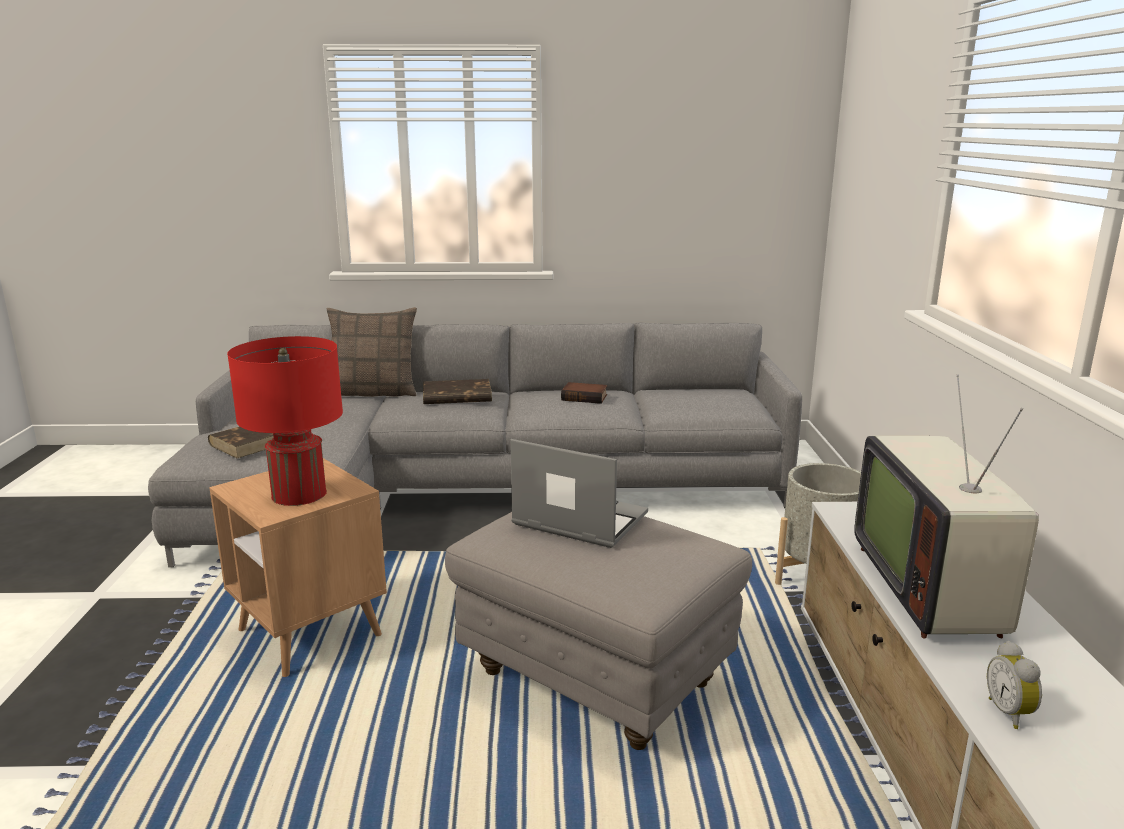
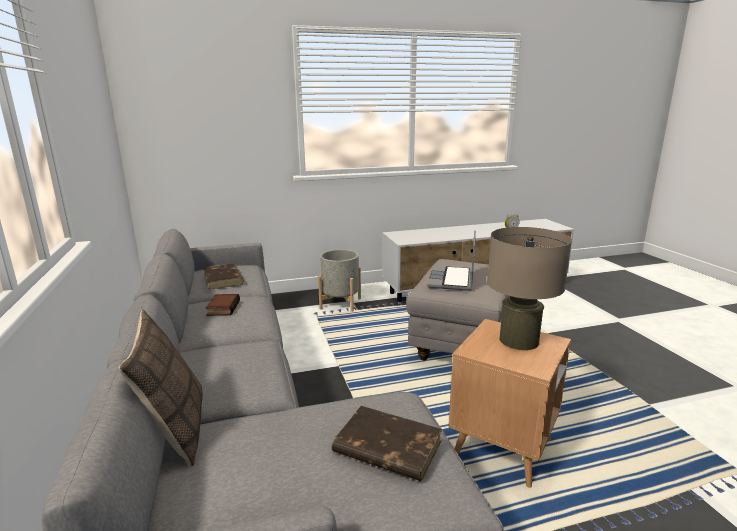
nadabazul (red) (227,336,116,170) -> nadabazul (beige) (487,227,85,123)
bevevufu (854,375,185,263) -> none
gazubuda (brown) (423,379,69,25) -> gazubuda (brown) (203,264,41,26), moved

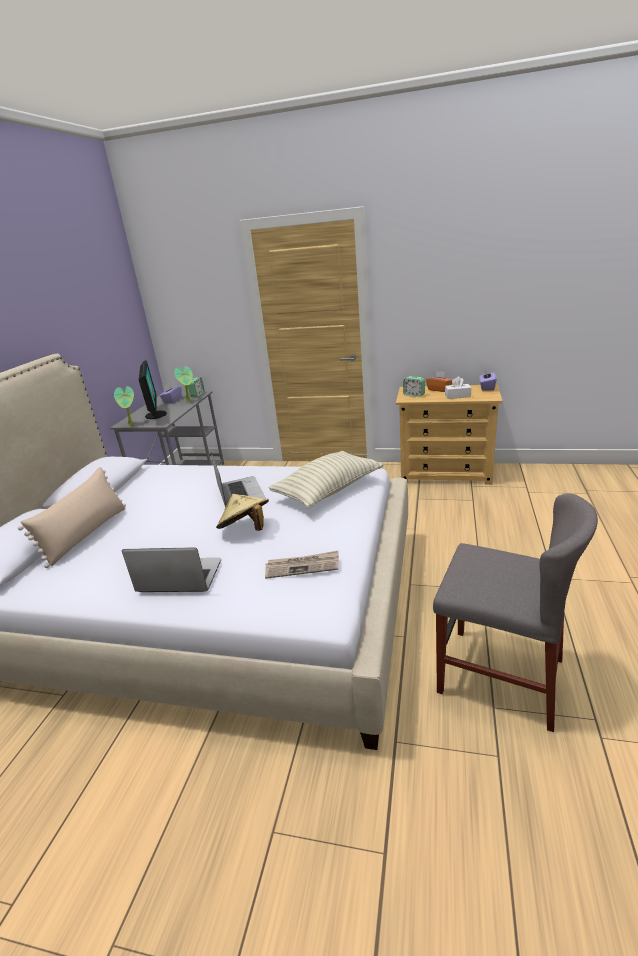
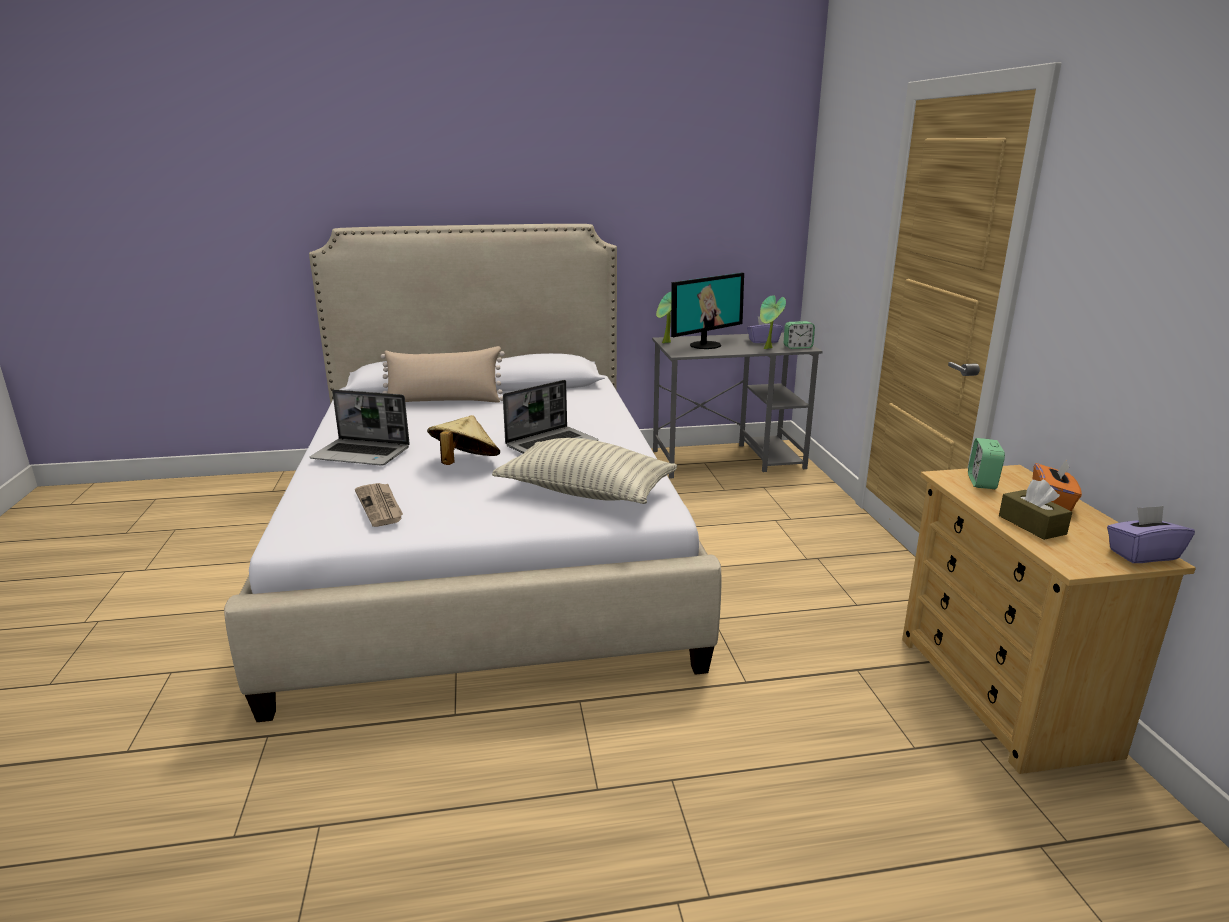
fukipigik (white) (445,377,26,22) -> fukipigik (brown) (999,479,73,61)
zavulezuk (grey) (433,493,165,239) -> none
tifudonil (122,547,99,45) -> tifudonil (310,390,100,75), 120 degrees clockwise

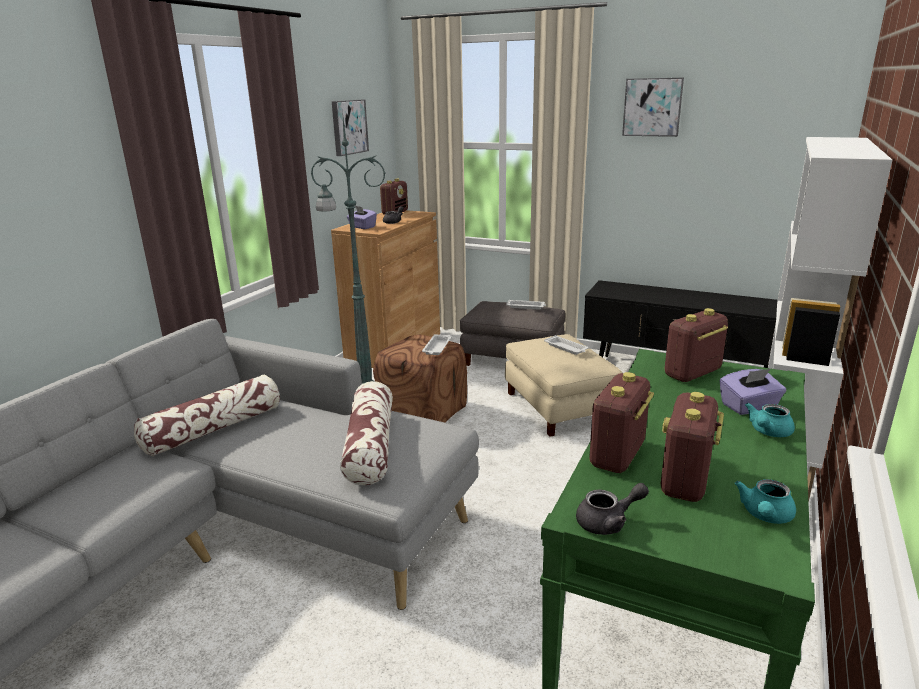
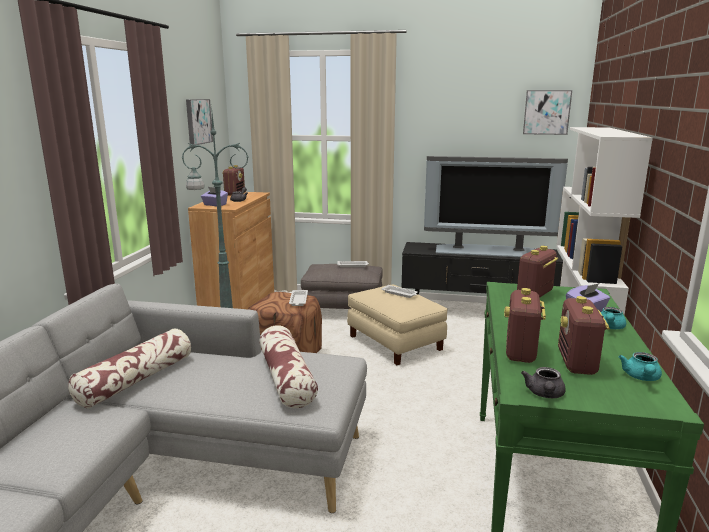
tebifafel (622,78,62,59) -> tebifafel (523,90,49,45), moved
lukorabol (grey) (576,483,73,52) -> lukorabol (grey) (521,367,45,31), 135 degrees clockwise
none -> bevevufu (424,156,144,101)

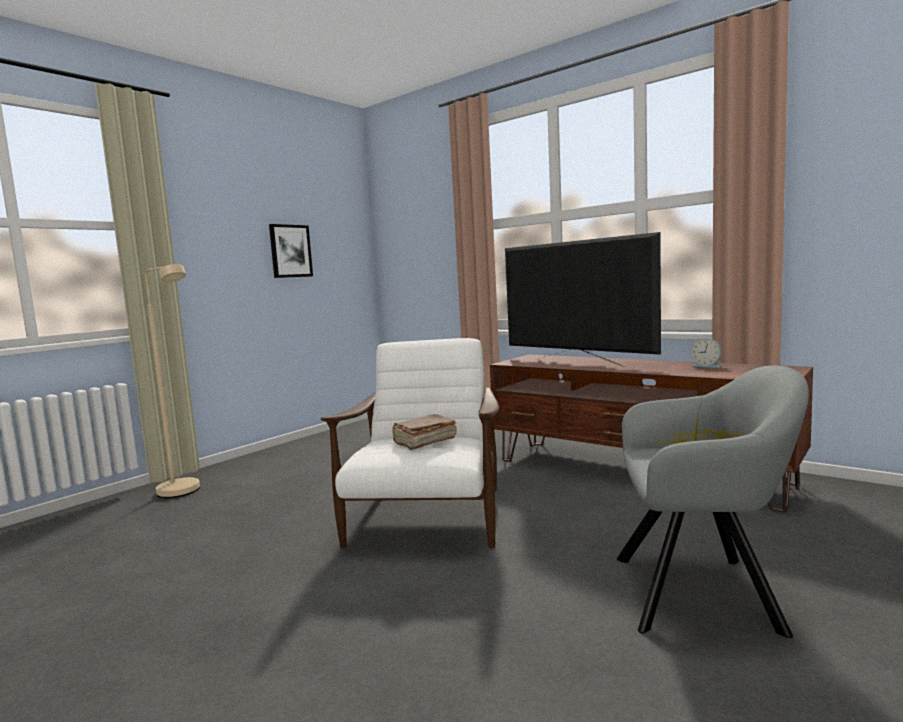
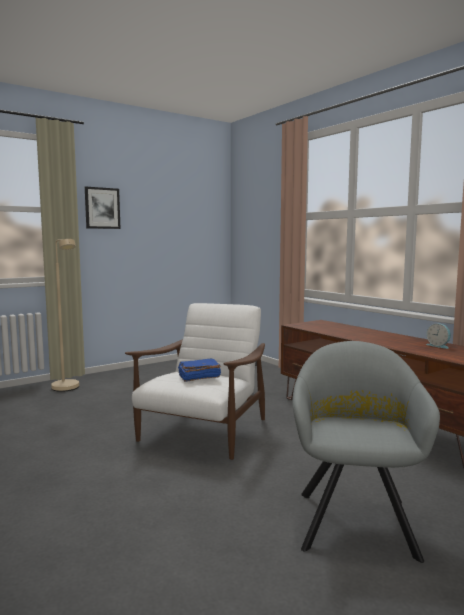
tebifafel (269,224,44,54) -> tebifafel (85,186,35,43), moved
bevevufu (505,232,156,135) -> none
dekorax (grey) (617,366,192,272) -> dekorax (grey) (293,341,147,222), 105 degrees counterclockwise
gazubuda (brown) (392,414,65,36) -> gazubuda (blue) (178,359,43,23)

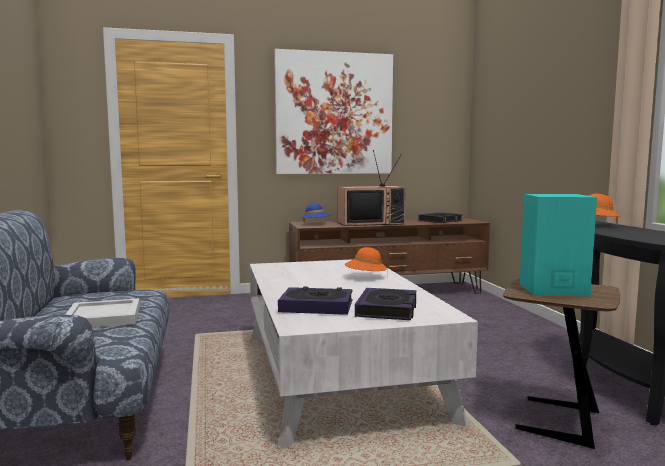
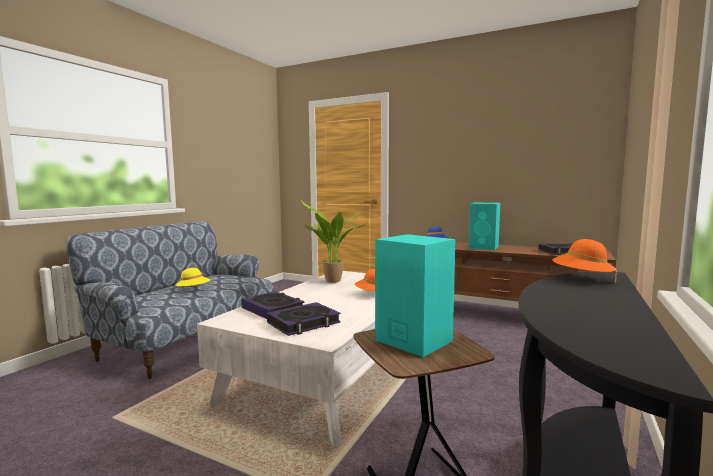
tebifafel (274,49,119,125) -> none
bevevufu (338,150,67,76) -> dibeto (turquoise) (469,203,31,47)
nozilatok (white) (65,298,75,30) -> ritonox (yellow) (175,268,35,21)
none -> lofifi (301,200,67,83)

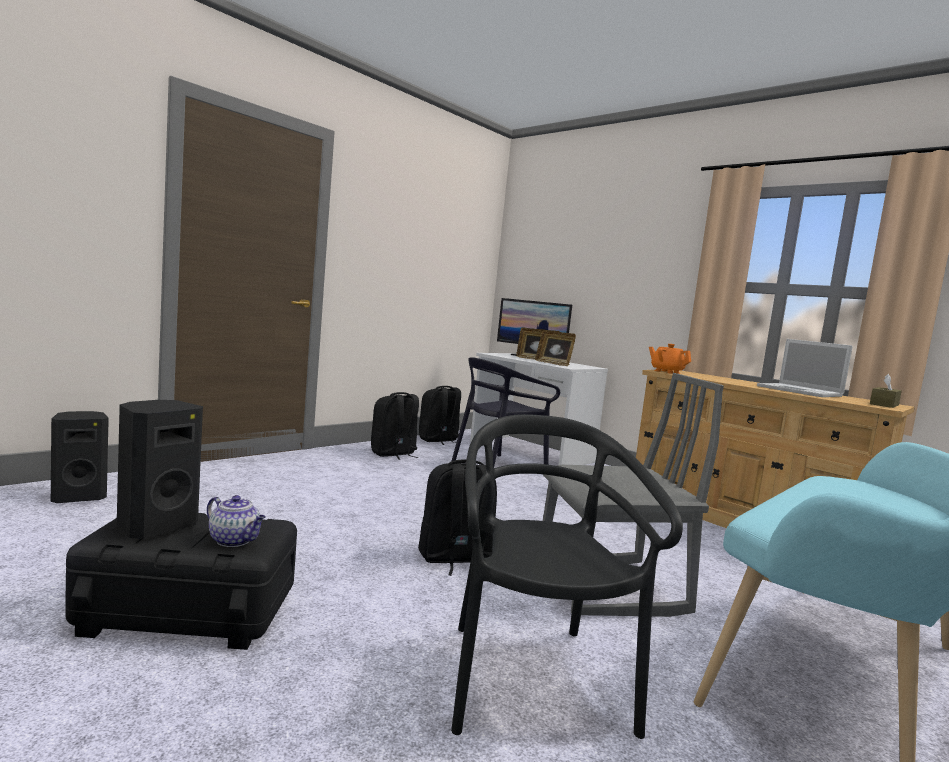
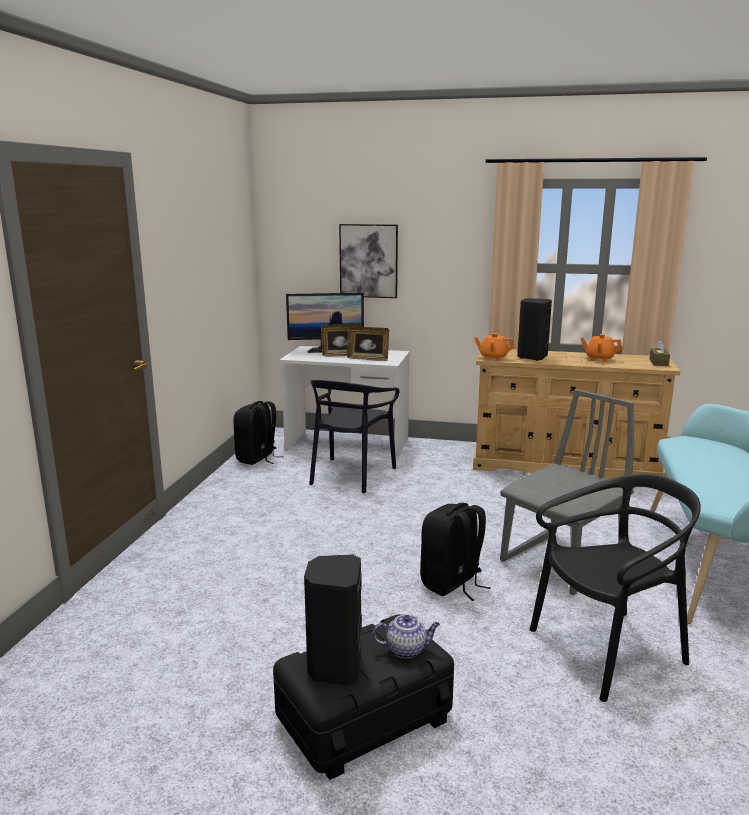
tifudonil (757,339,96,58) -> lukorabol (orange) (580,334,42,28)
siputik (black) (371,392,48,68) -> none
dibeto (black) (51,411,58,92) -> dibeto (black) (517,298,35,63), moved
zavulezuk (black) (451,414,232,325) -> zavulezuk (black) (529,474,172,228), 105 degrees clockwise
none -> tebifafel (339,224,59,74)

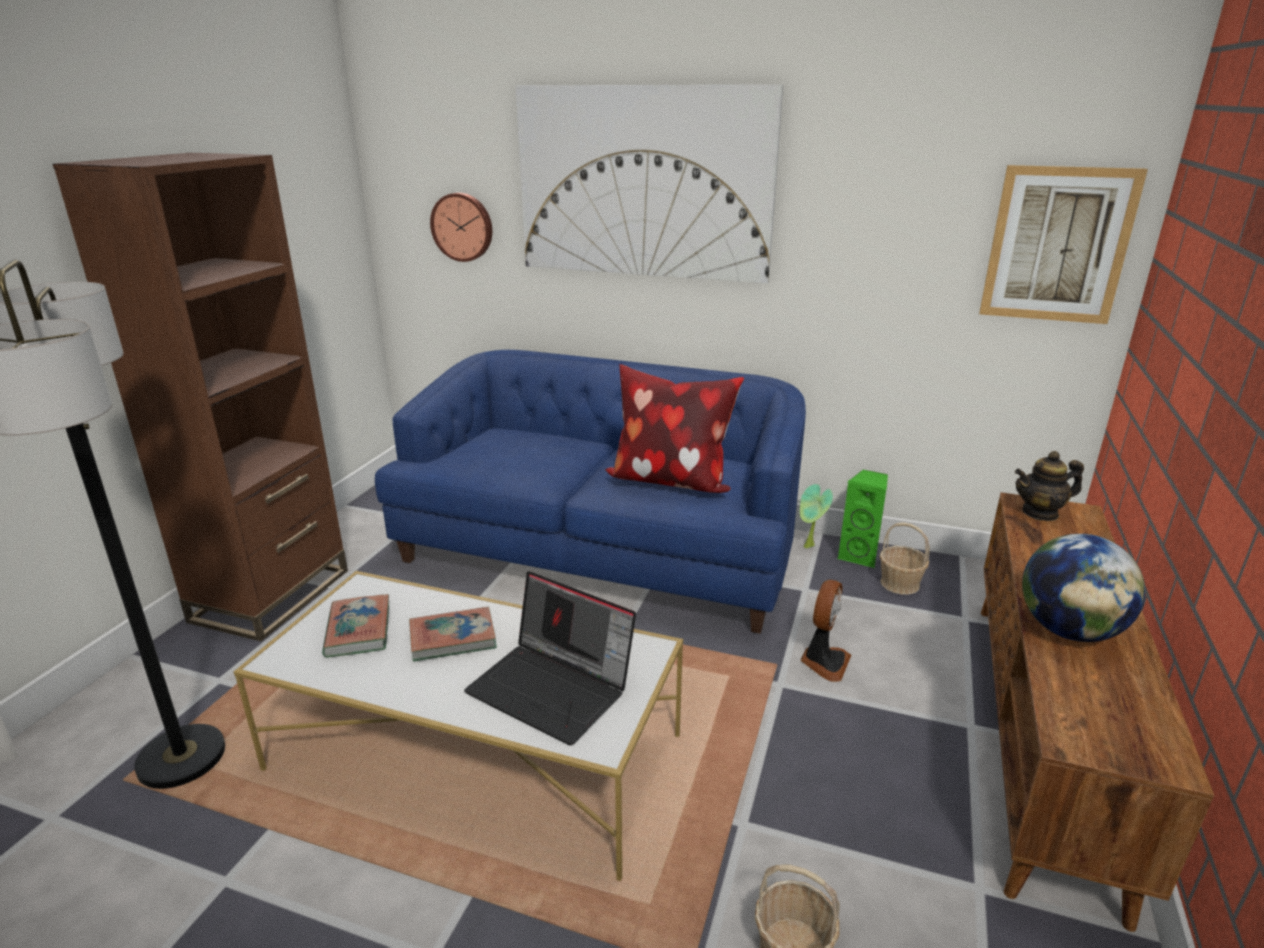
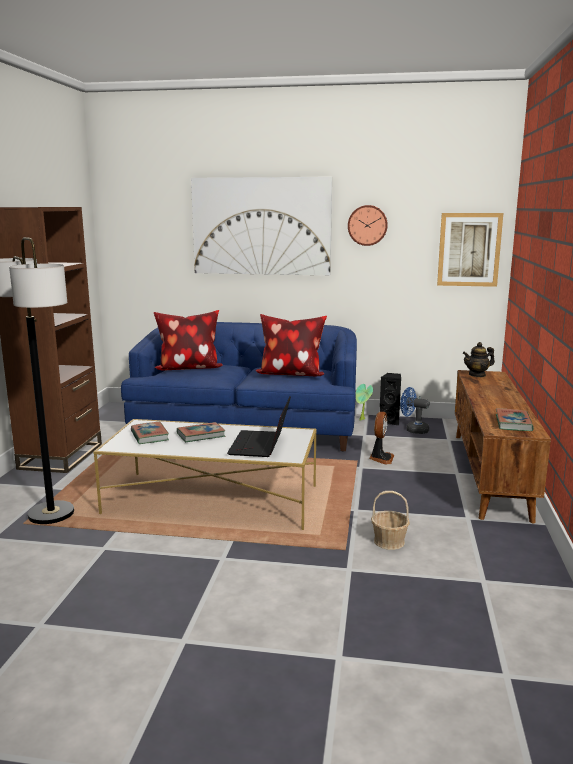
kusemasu (430,193,62,69) -> kusemasu (348,205,40,41), moved
dibeto (green) (838,469,50,99) -> dibeto (black) (379,373,22,52)
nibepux (880,522,50,73) -> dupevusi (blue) (400,387,30,47)
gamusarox (1022,534,123,108) -> none
tifudonil (464,571,172,174) -> tifudonil (227,396,64,61), 75 degrees clockwise
none -> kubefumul (154,310,69,60)
none -> gazubuda (496,408,38,23)

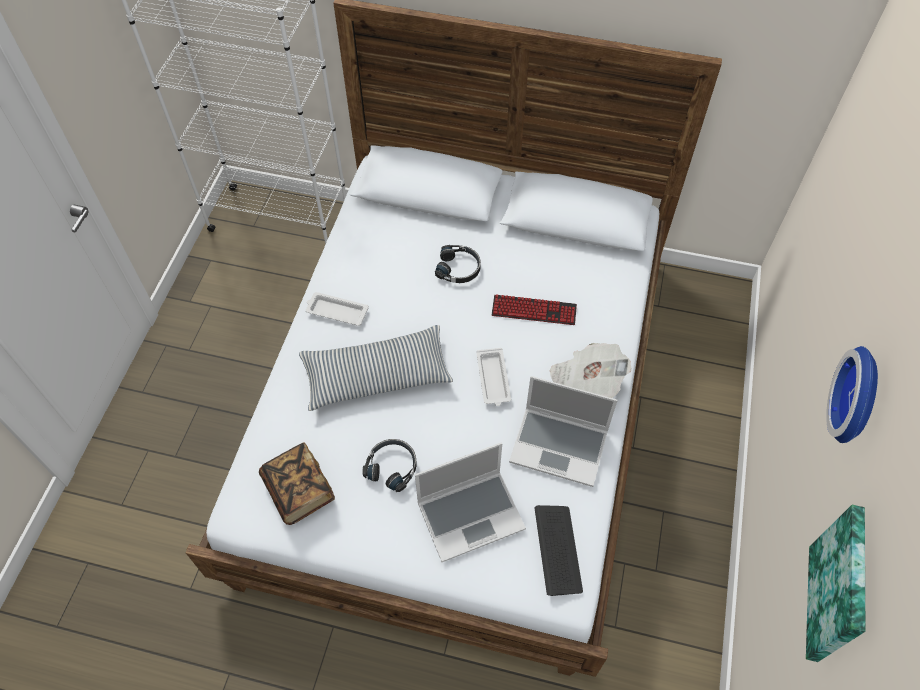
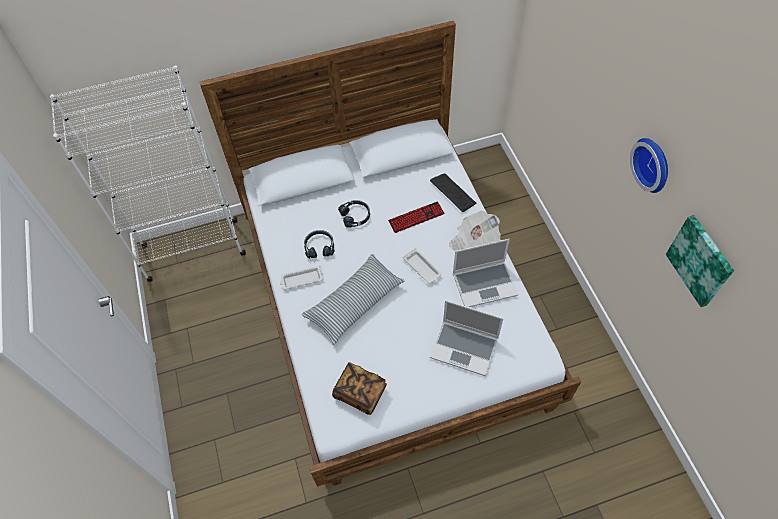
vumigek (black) (363,439,54,53) -> vumigek (black) (304,230,30,29), moved
tifudonil (415,442,111,120) -> tifudonil (430,300,73,76), 75 degrees clockwise
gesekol (535,505,48,91) -> gesekol (430,174,46,38), moved

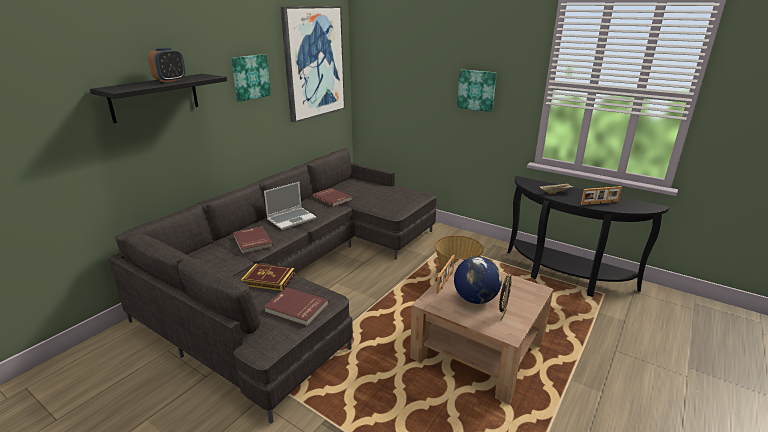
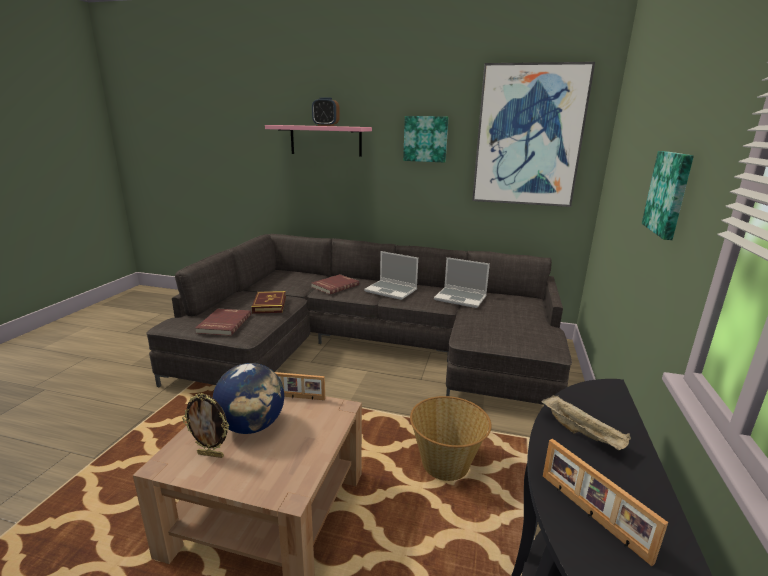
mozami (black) (90,74,137,49) -> mozami (pink) (265,125,107,32)
gazubuda (red) (312,188,40,19) -> tifudonil (434,257,56,51)

